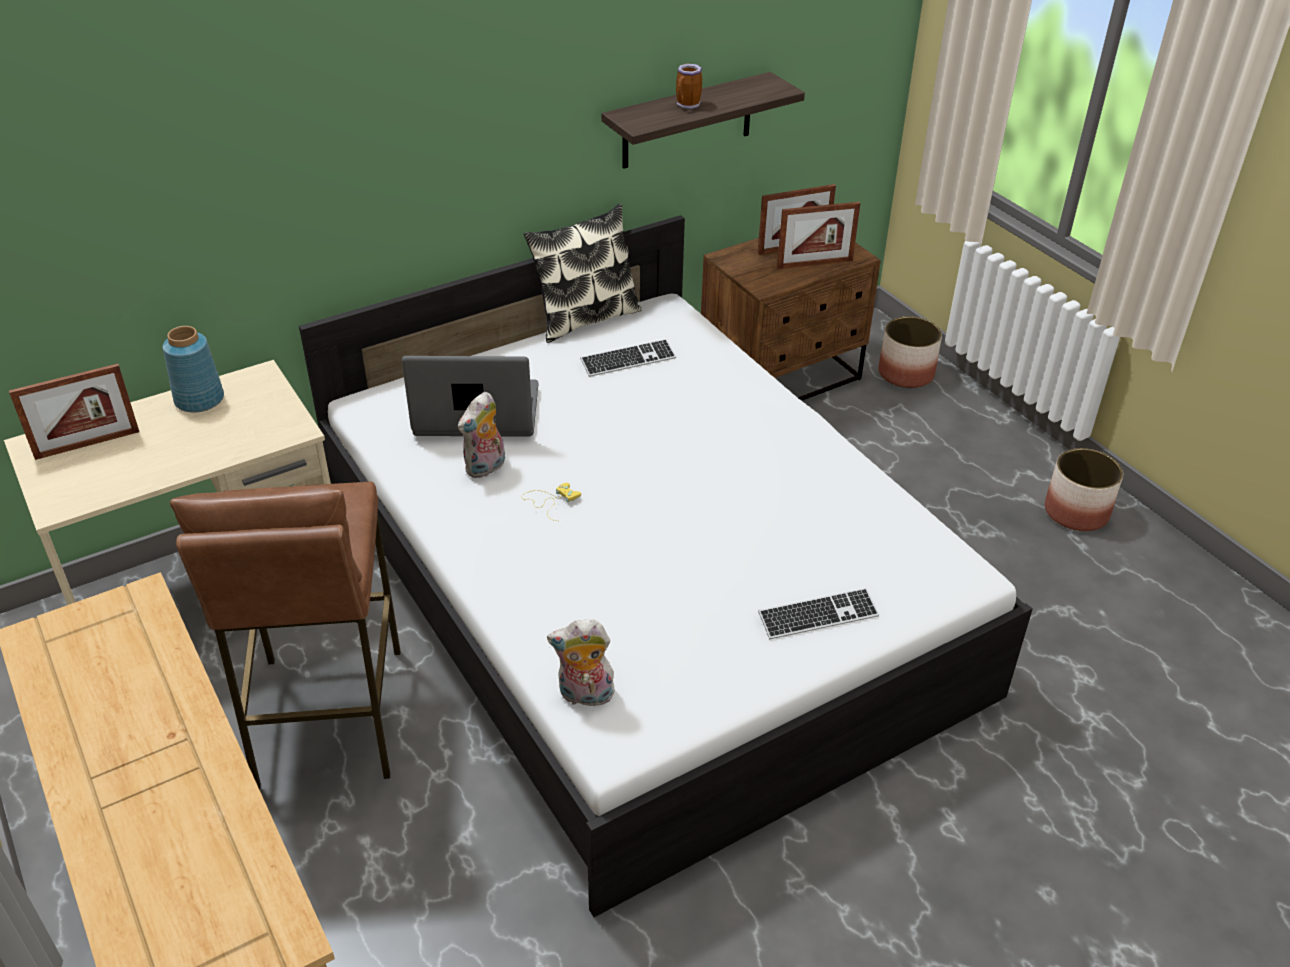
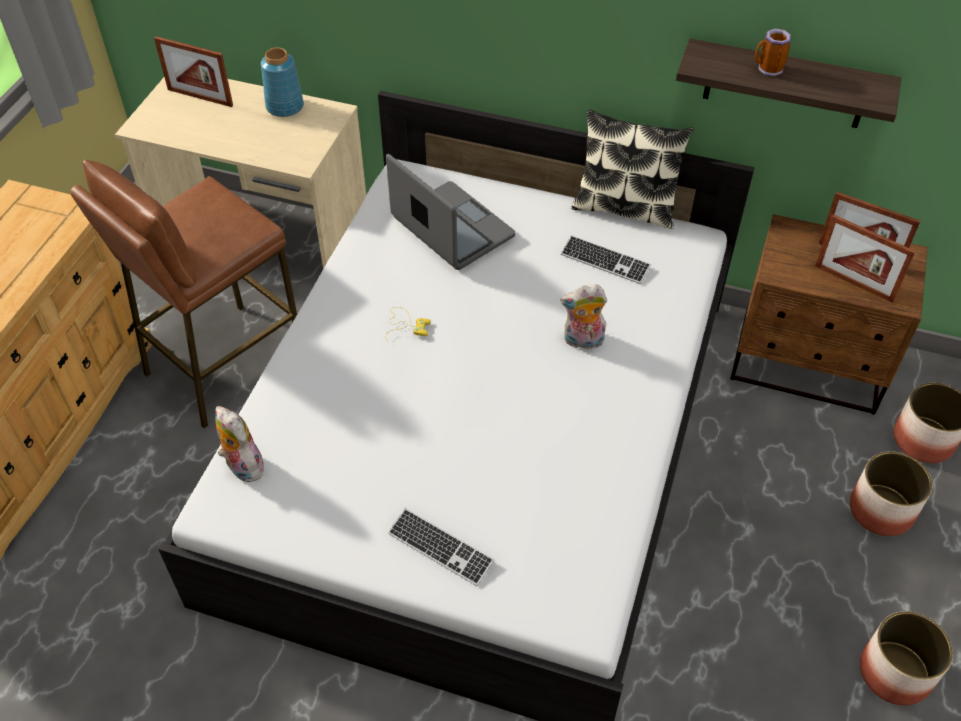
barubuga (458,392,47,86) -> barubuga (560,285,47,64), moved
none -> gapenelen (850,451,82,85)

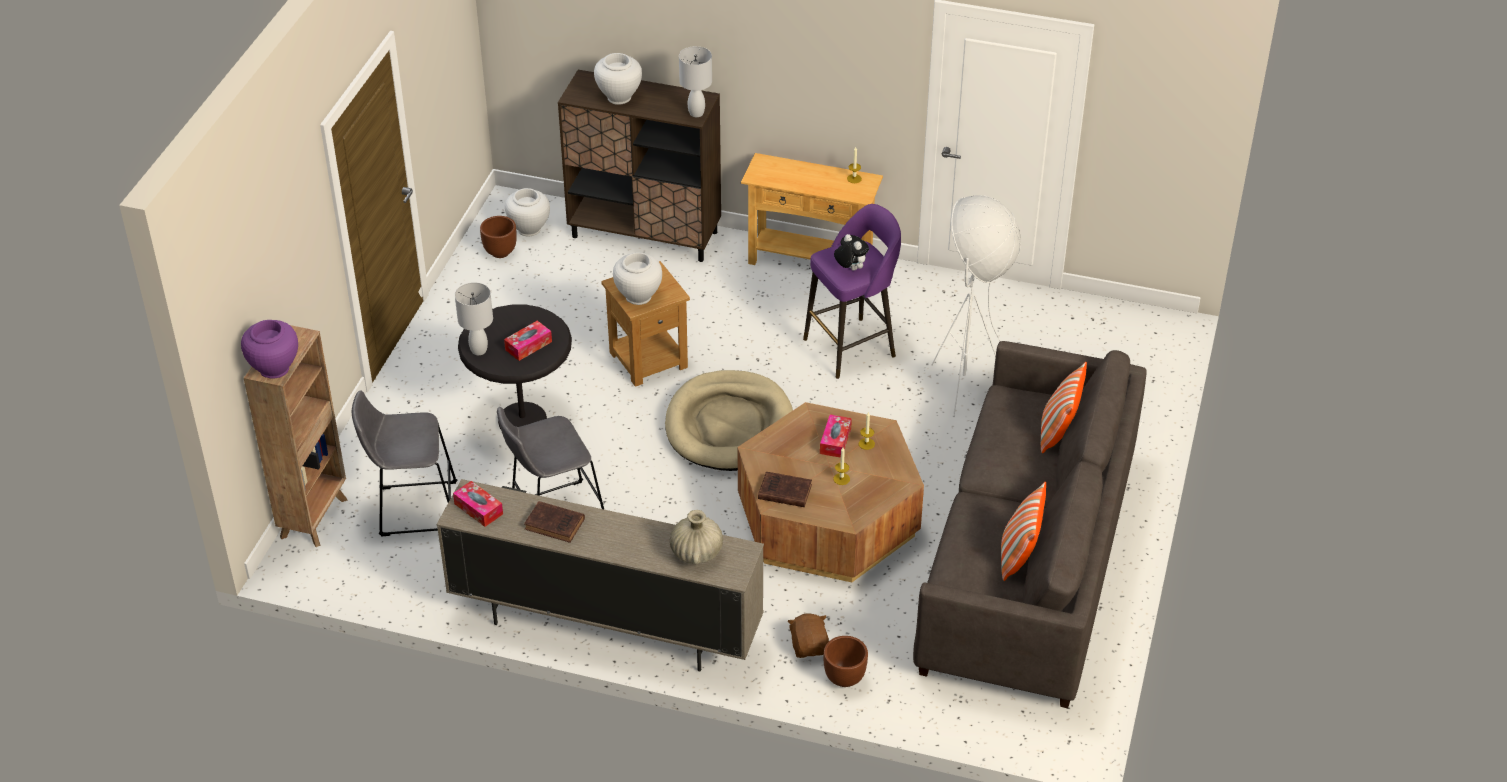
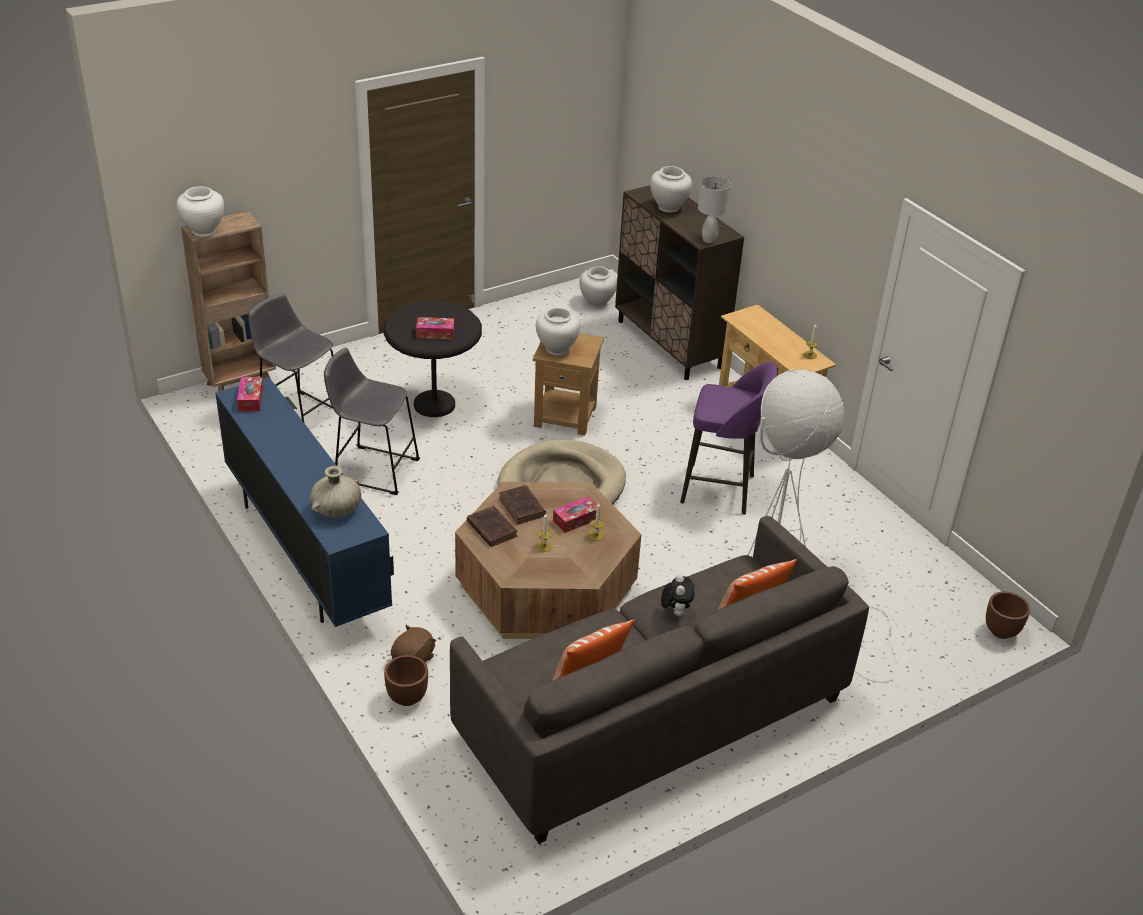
gapenelen (brown) (480,216,37,42) -> gapenelen (brown) (986,591,44,48), moved
barubuga (834,234,35,37) -> barubuga (661,574,34,42), moved
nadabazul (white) (455,282,38,73) -> none
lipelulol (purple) (241,320,57,59) -> lipelulol (white) (176,186,48,51)
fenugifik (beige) (437,479,327,193) -> fenugifik (blue) (215,378,179,249)
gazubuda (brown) (524,501,61,42) -> gazubuda (brown) (499,485,47,39), moved

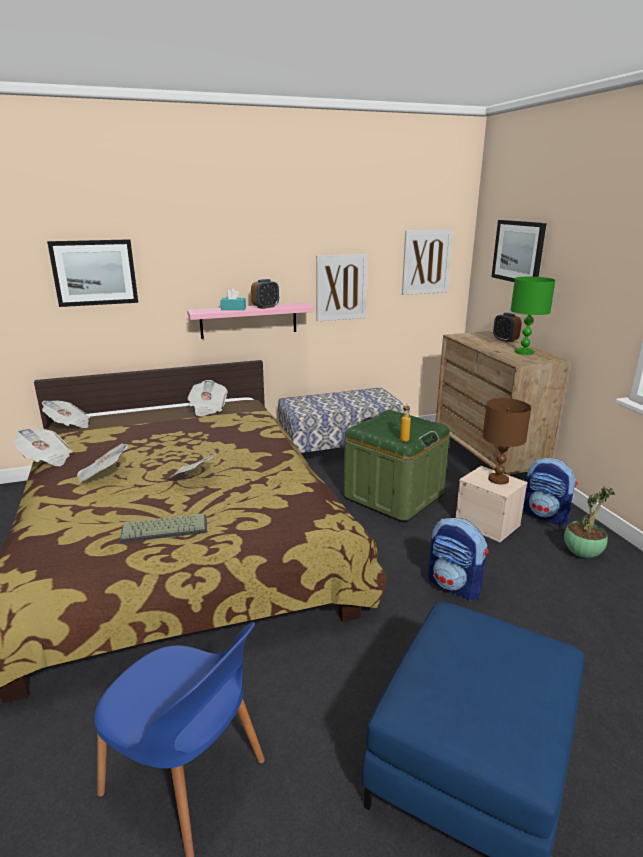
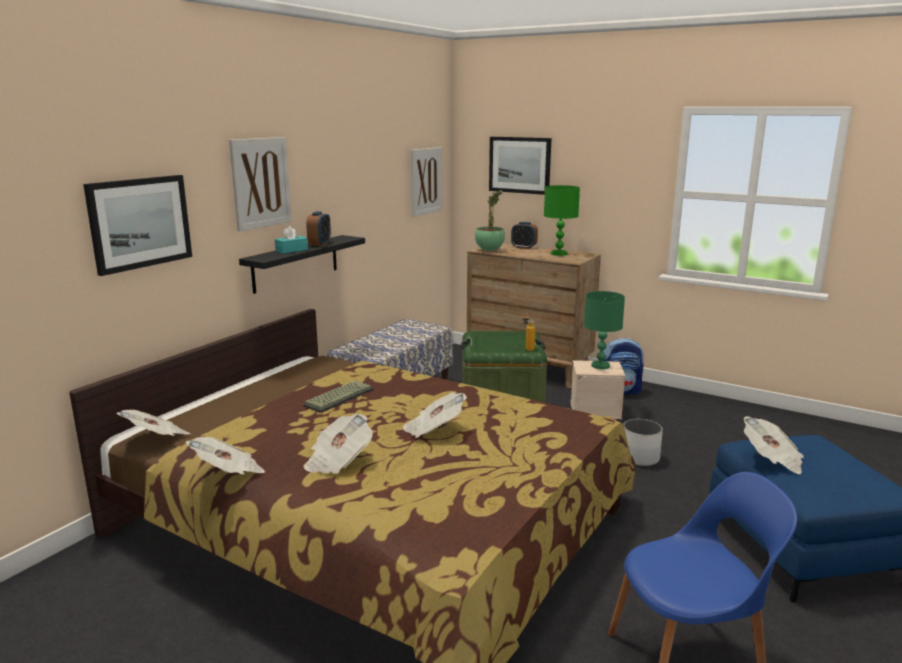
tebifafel (316,254,52,67) -> tebifafel (229,137,63,94), moved
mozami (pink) (187,303,126,36) -> mozami (black) (239,235,126,59)
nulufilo (187,380,41,36) -> nulufilo (744,416,60,58), moved
nadabazul (brown) (482,398,49,86) -> nadabazul (green) (584,291,41,78)
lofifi (564,486,51,72) -> lofifi (475,190,30,61), moved
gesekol (120,513,88,30) -> gesekol (303,380,71,33), moved
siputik (428,518,61,82) -> gapenelen (white) (624,419,39,47)

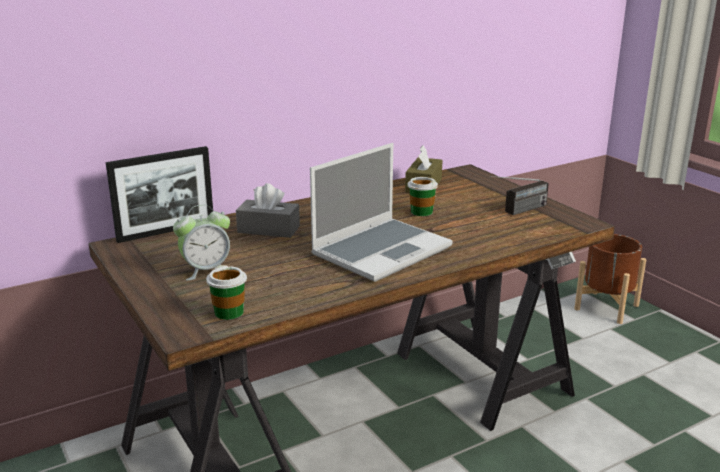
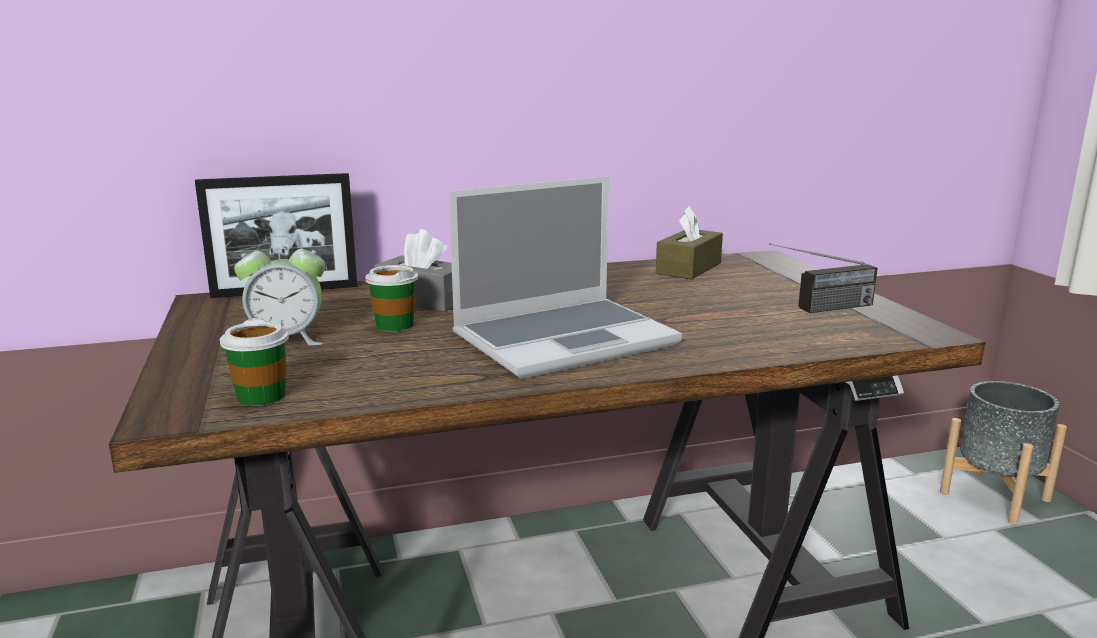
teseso (408,177,30,39) -> teseso (365,265,53,66), moved
gapenelen (brown) (574,234,72,90) -> gapenelen (grey) (940,381,127,144)

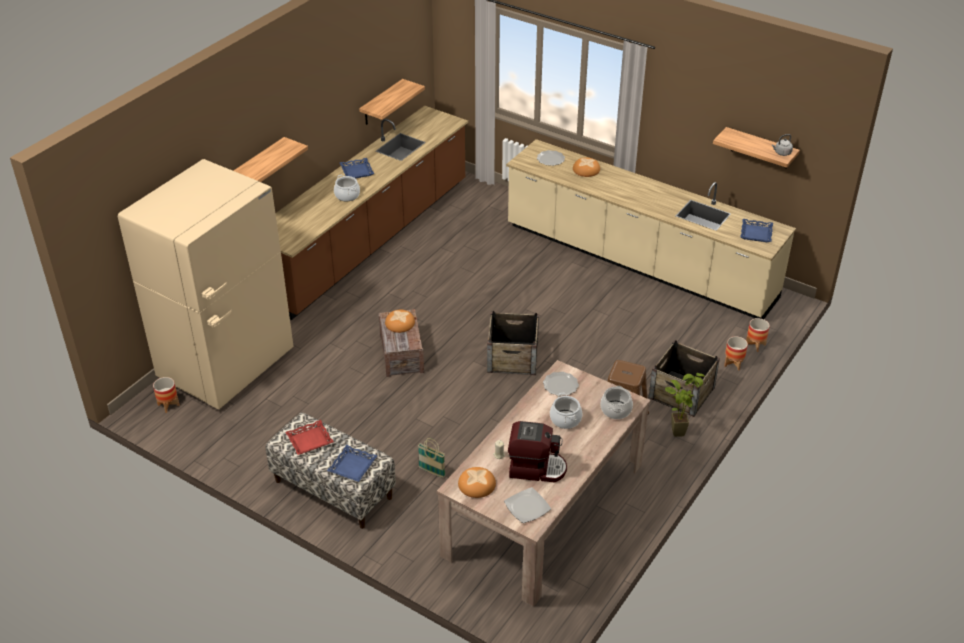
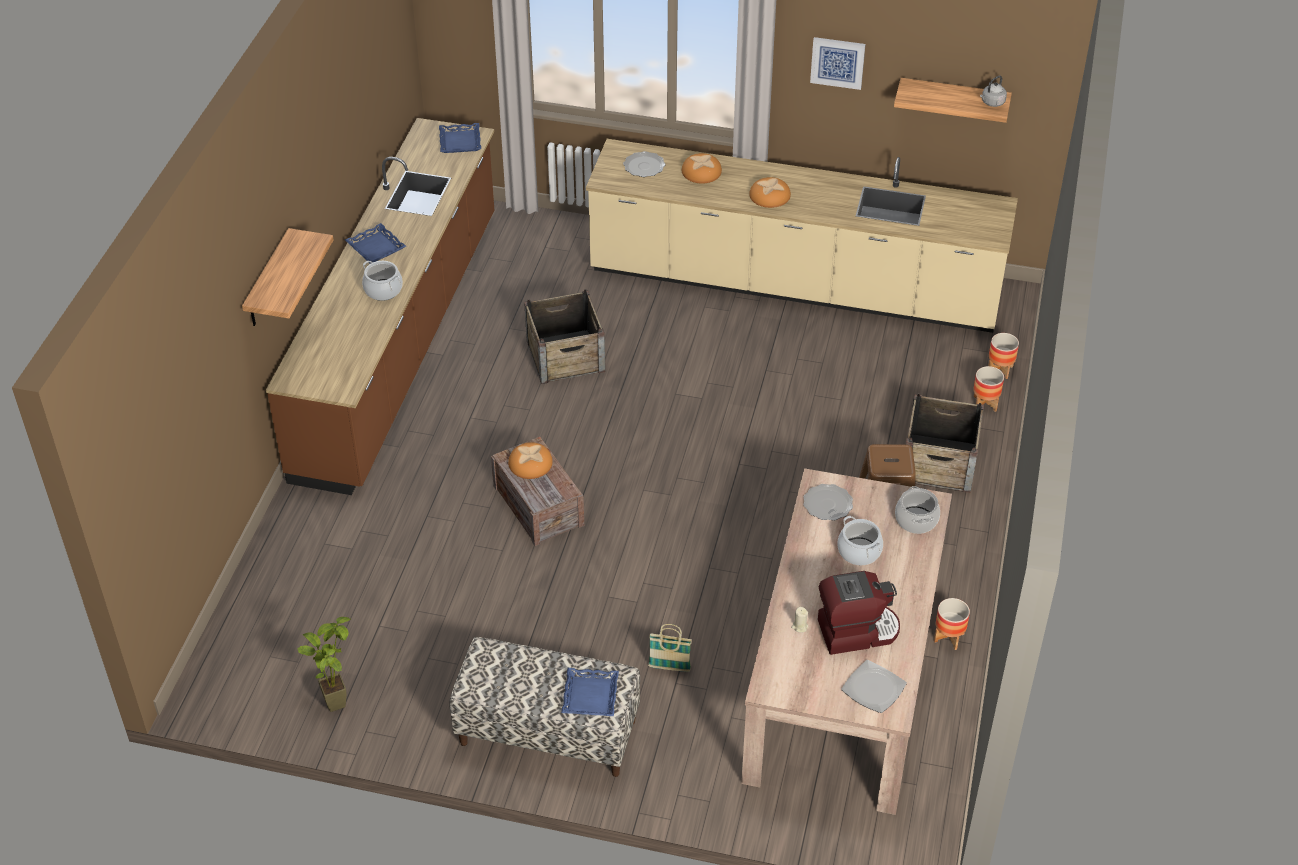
mozami (359,79,66,46) -> none
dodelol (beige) (118,159,176,250) -> none
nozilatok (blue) (740,219,33,23) -> nozilatok (blue) (439,123,42,30), moved
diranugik (487,311,52,64) -> diranugik (524,289,81,95), moved
lofifi (665,373,40,64) -> lofifi (298,617,52,95), moved
gapenelen (153,377,26,36) -> gapenelen (934,598,36,52), moved
nozilatok (red) (285,420,49,35) -> none
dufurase (458,467,38,31) -> dufurase (749,177,42,31), moved
none -> tebifafel (810,37,55,53)

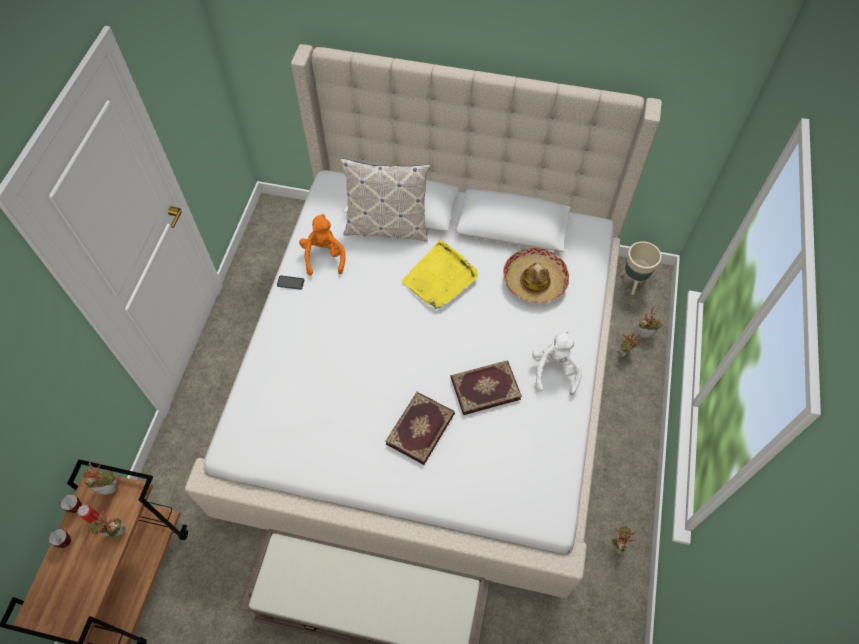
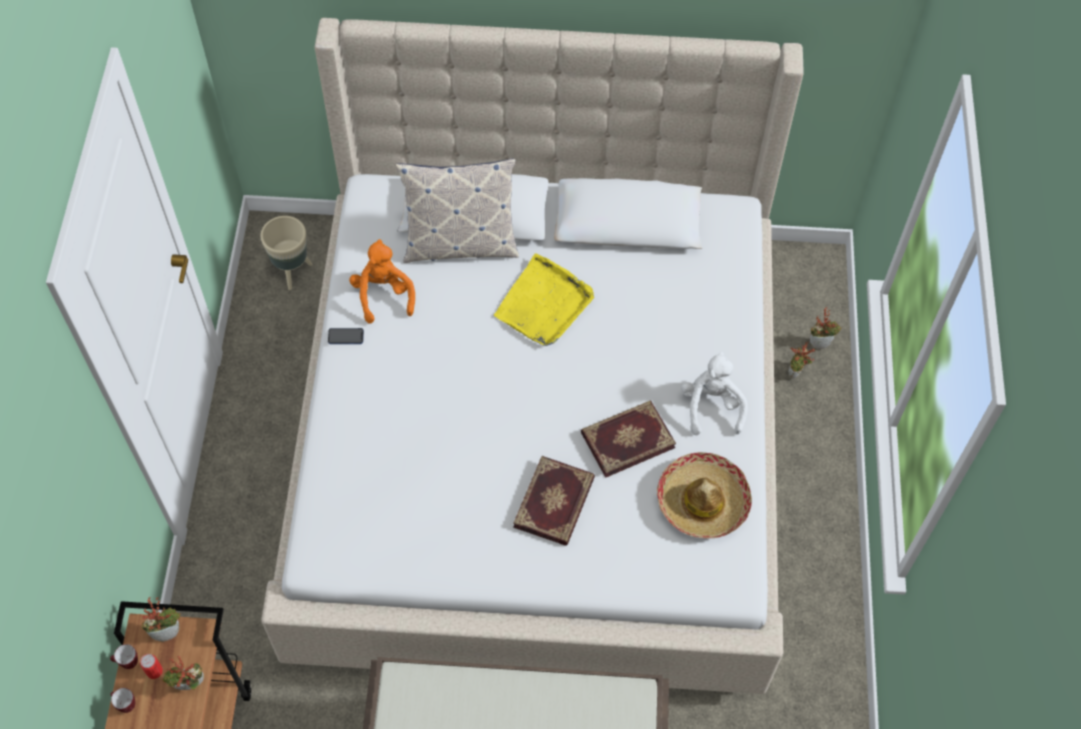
gapenelen (beige) (620,241,42,54) -> gapenelen (beige) (260,216,52,74), moved
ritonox (503,248,66,55) -> ritonox (657,452,95,86), moved
lofifi (611,525,24,29) -> none

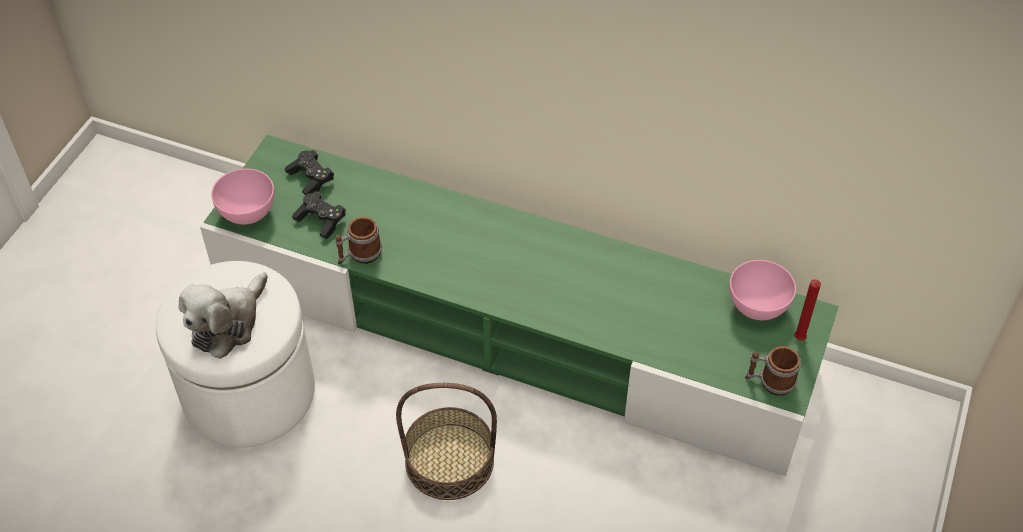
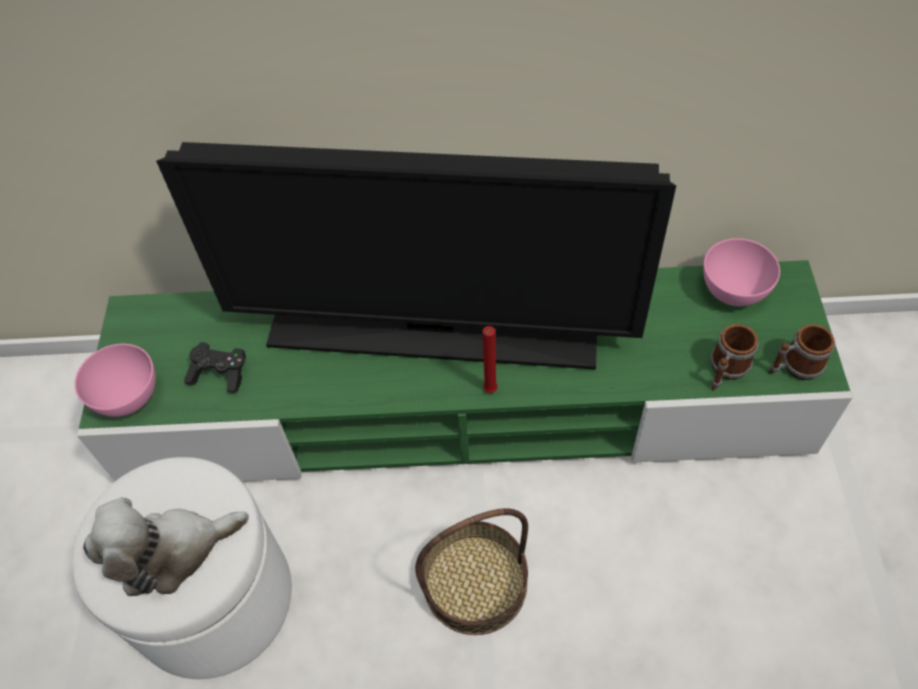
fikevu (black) (285,150,49,45) -> none
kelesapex (335,217,47,47) -> kelesapex (710,324,49,67), moved
barubuga (179,272,89,87) -> barubuga (83,498,166,98), 60 degrees clockwise
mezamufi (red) (794,279,27,62) -> mezamufi (red) (483,326,15,67), moved
none -> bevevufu (156,142,520,228)

